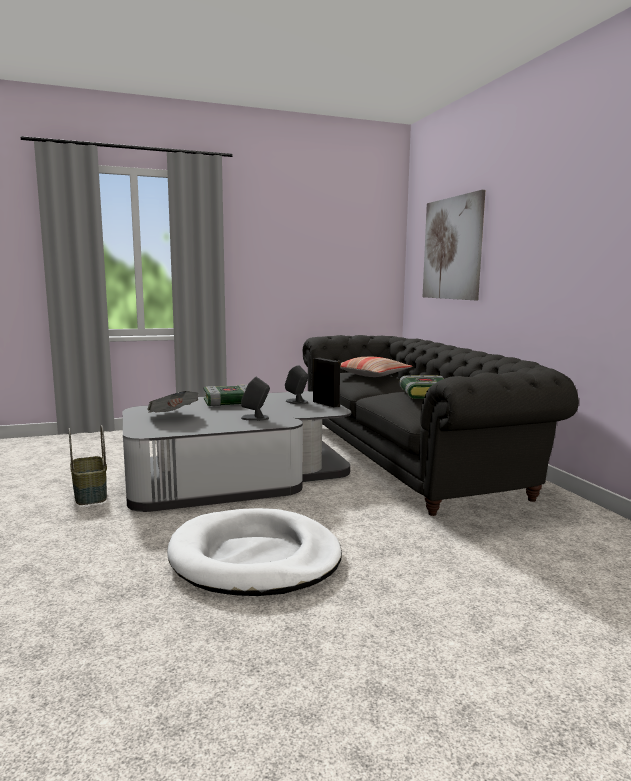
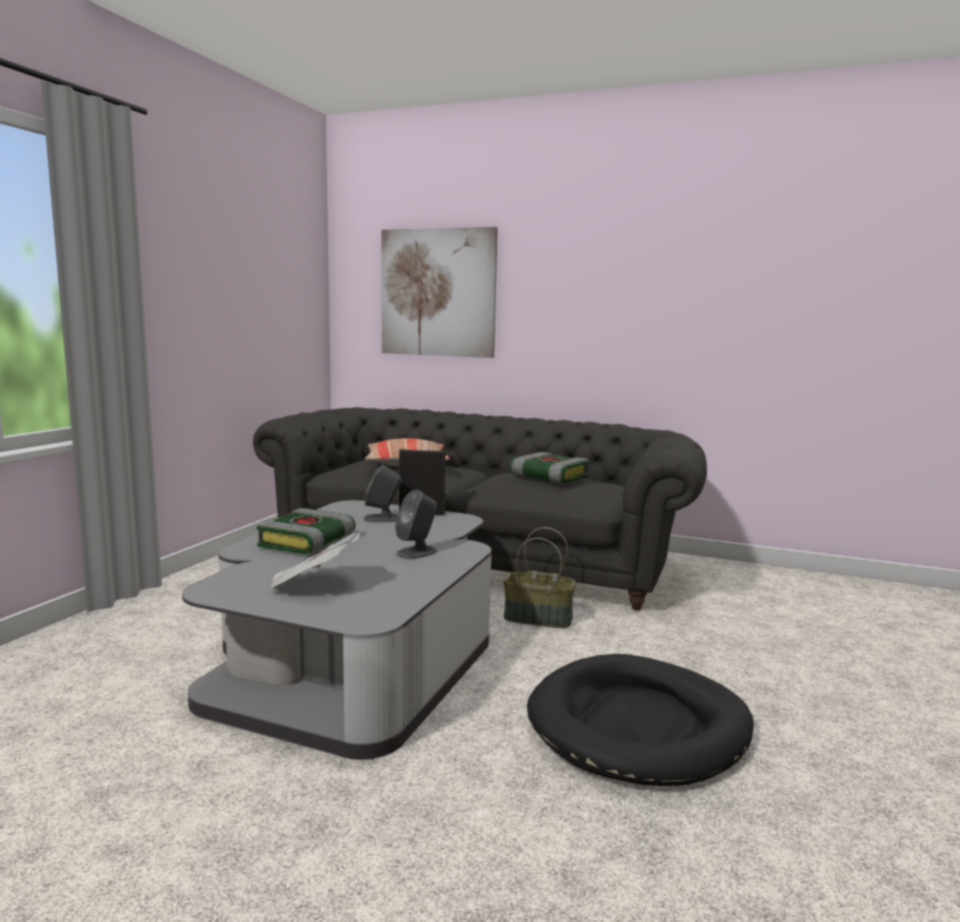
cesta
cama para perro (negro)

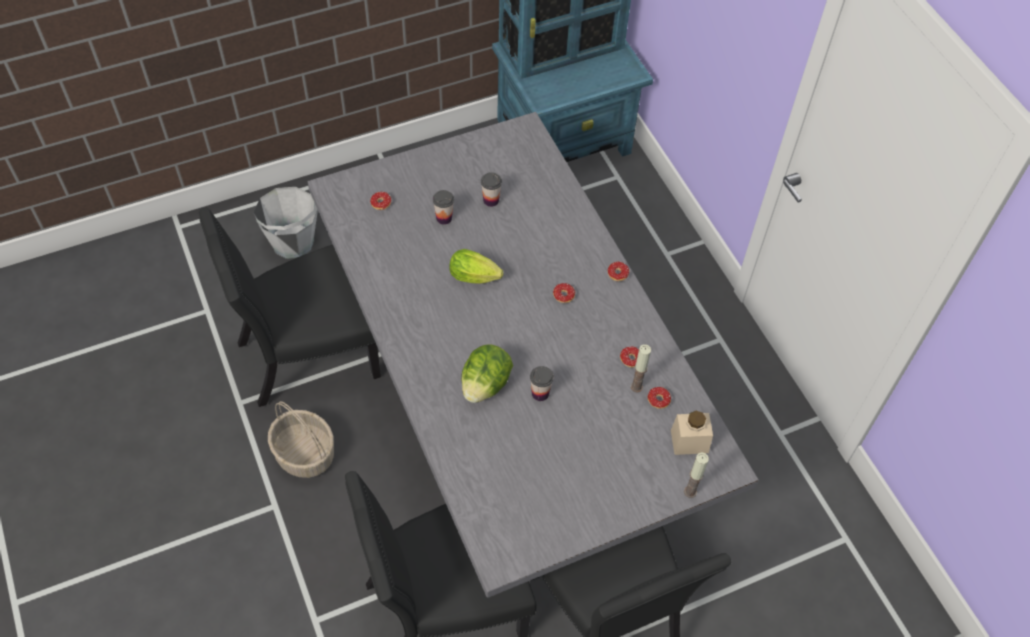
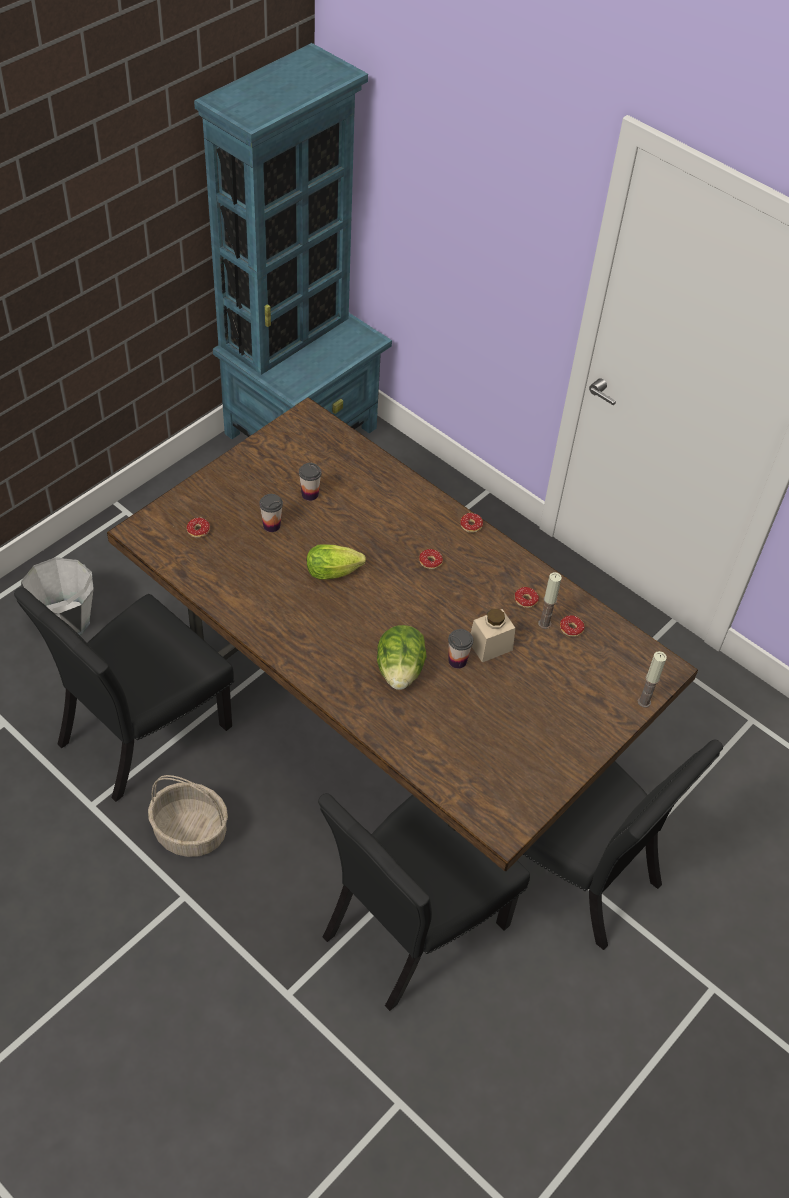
mesa de comedor (marrón)
tarro (beis)

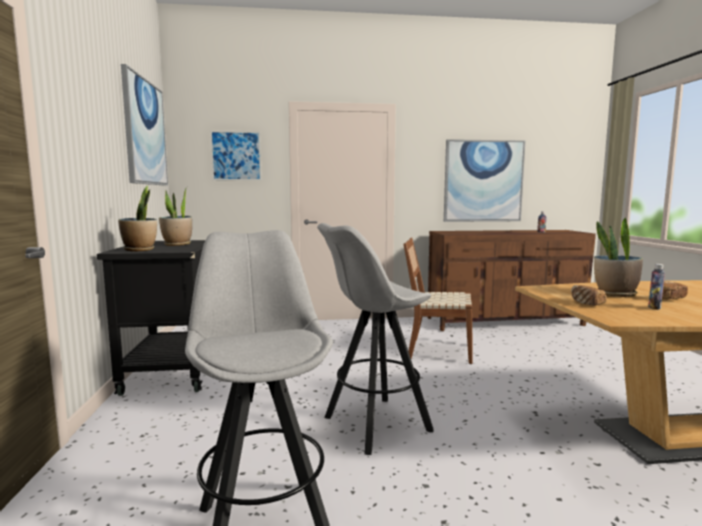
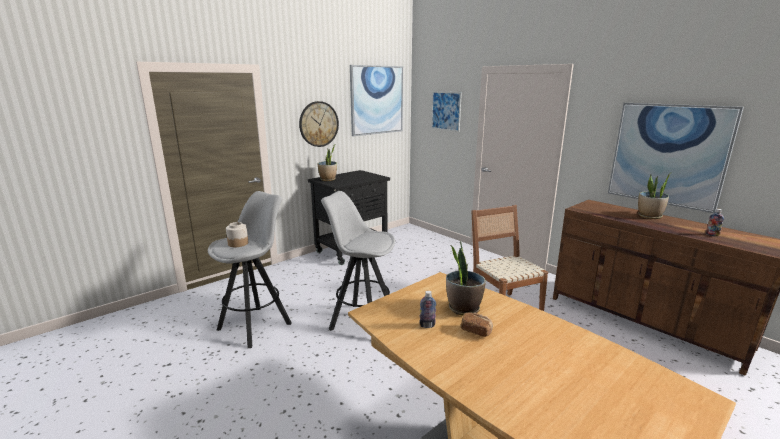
planta en maceta (3rd from left)
pan (1st from left in the first image)
tarro
reloj de pared

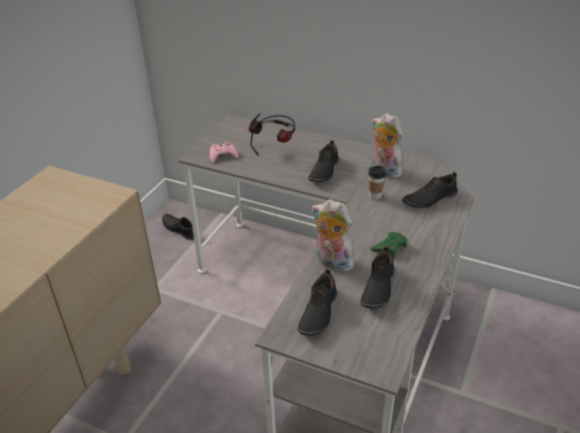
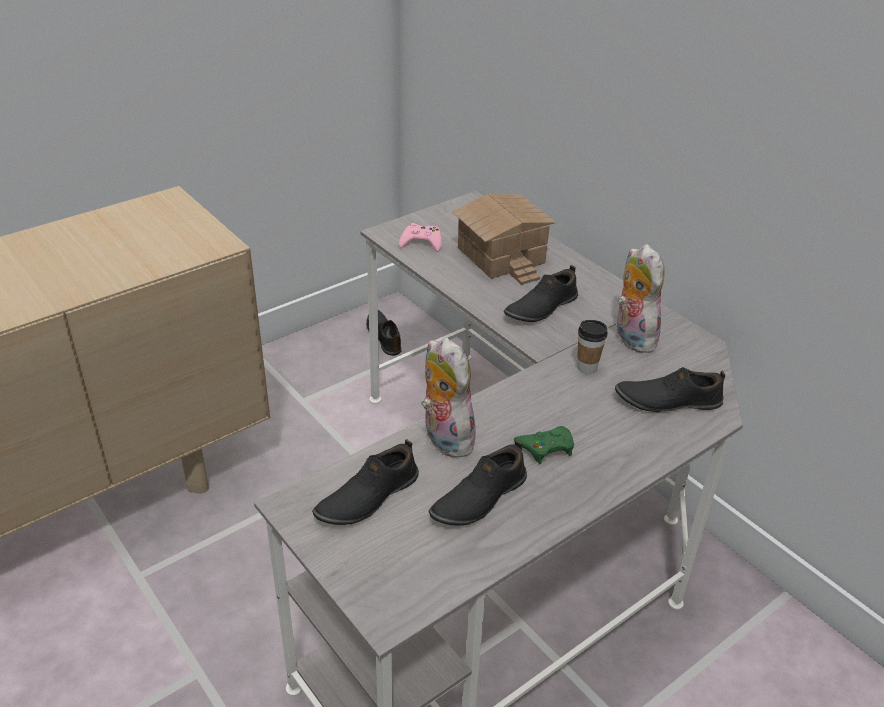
casita

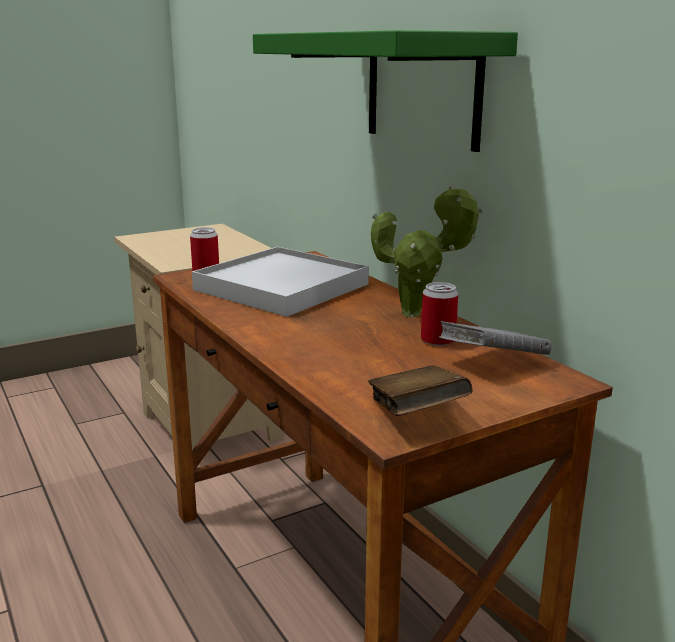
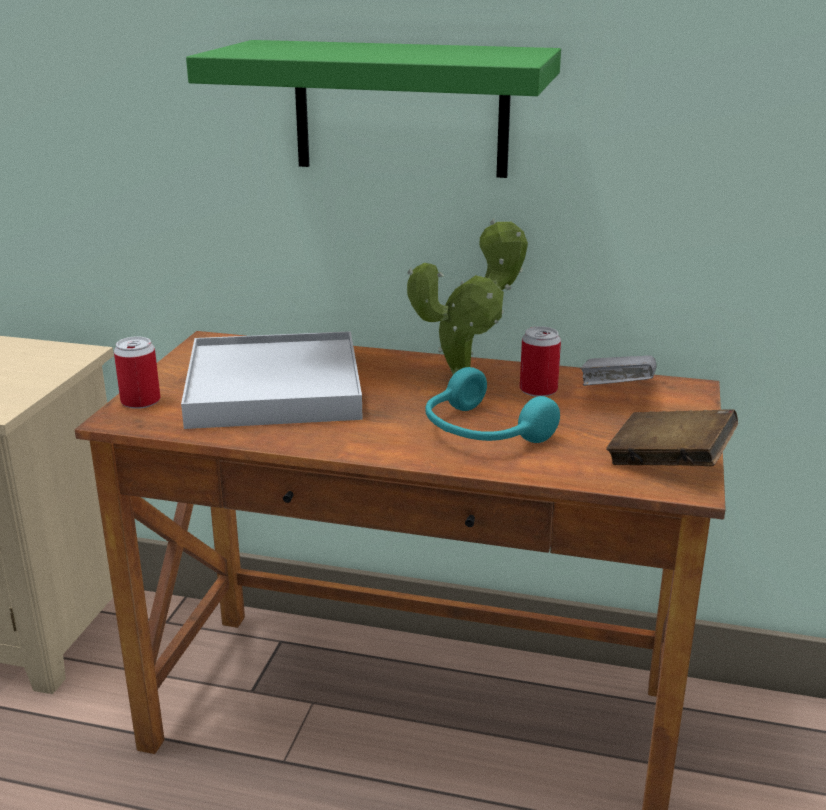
auriculares (turquesa)

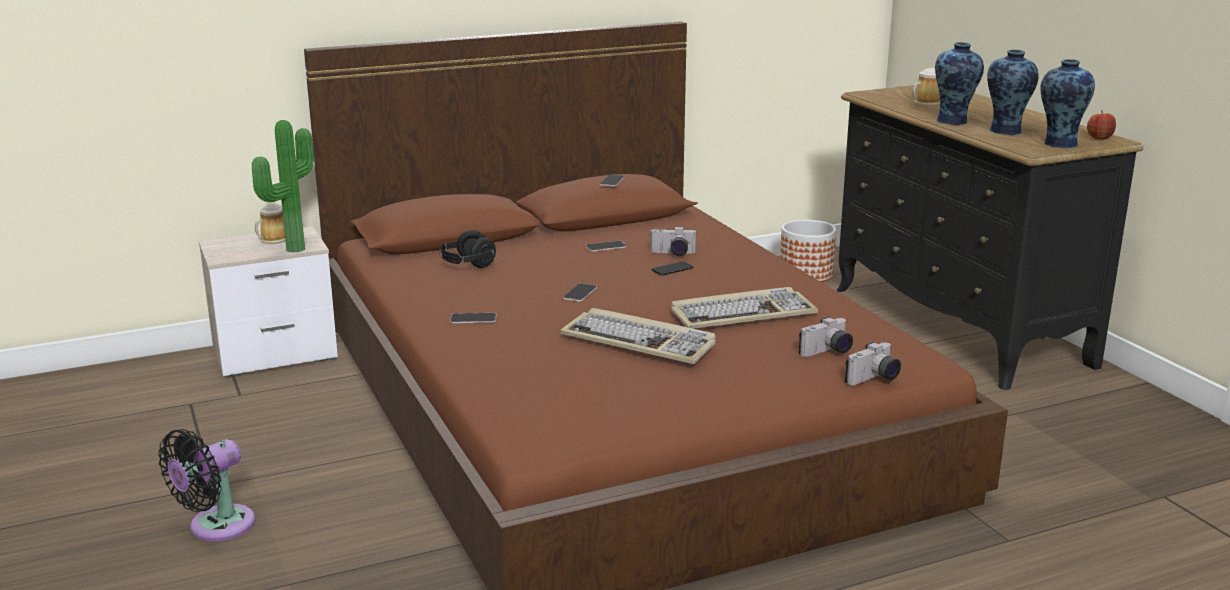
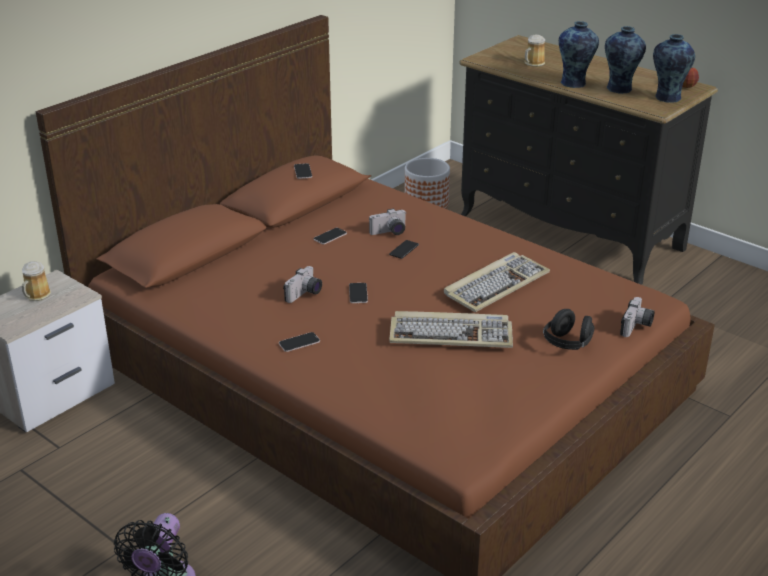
planta en maceta
auriculares (negro)
cámara (1st from left)

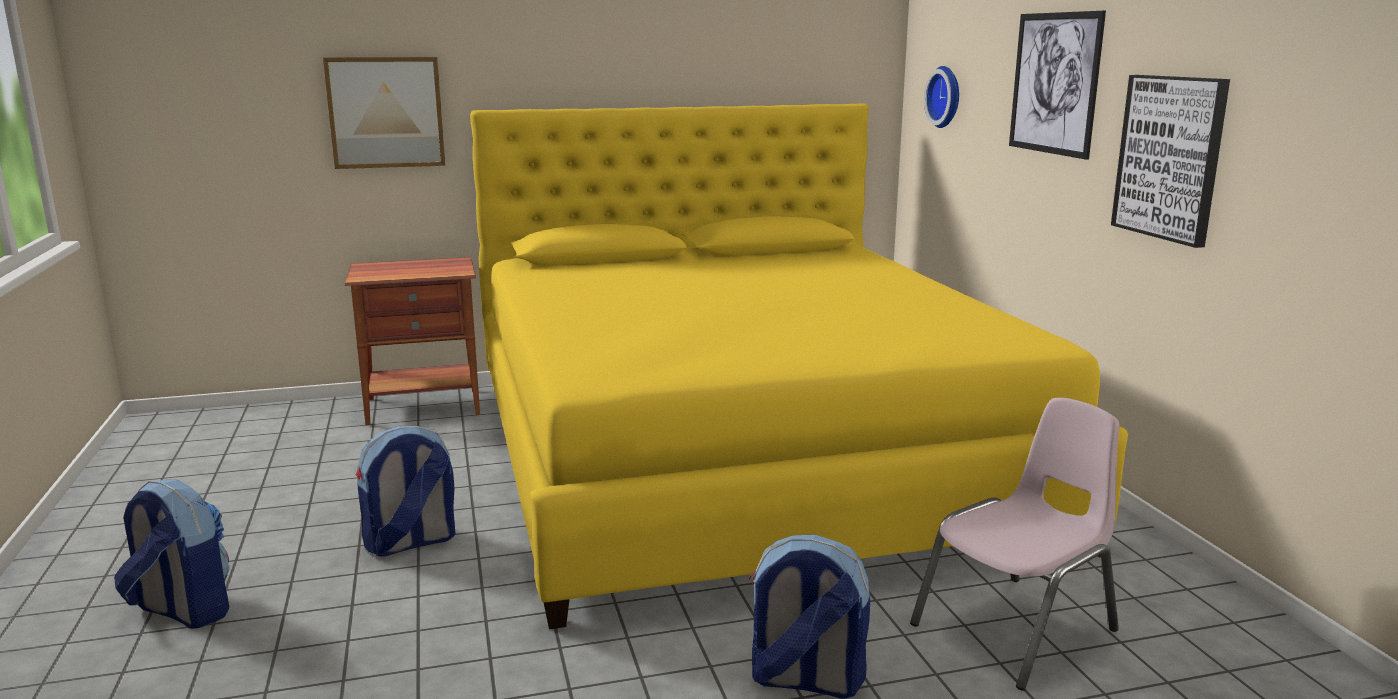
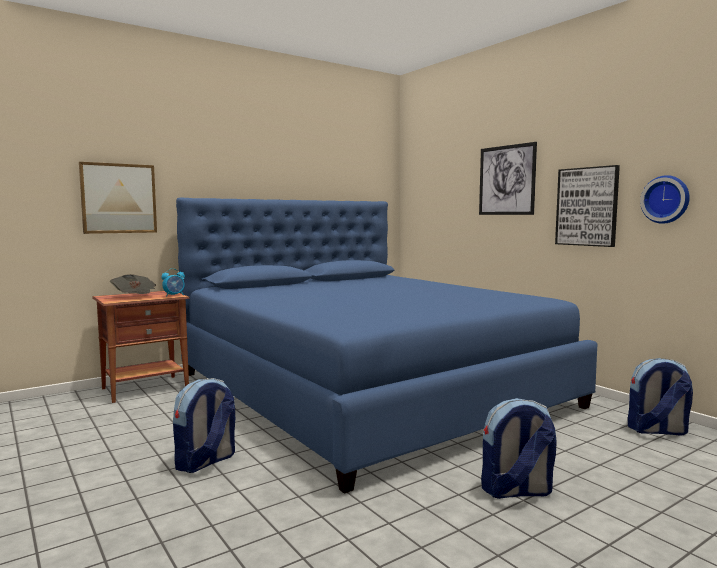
mochila (3rd from left)
cama (azul)
silla (rosa)
reloj de pared
periódico
despertador

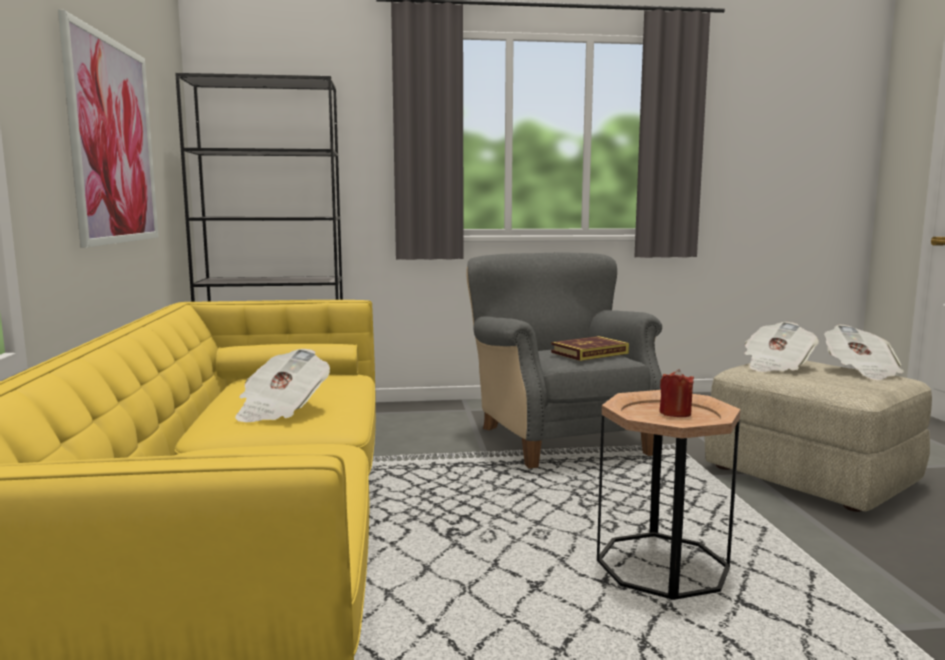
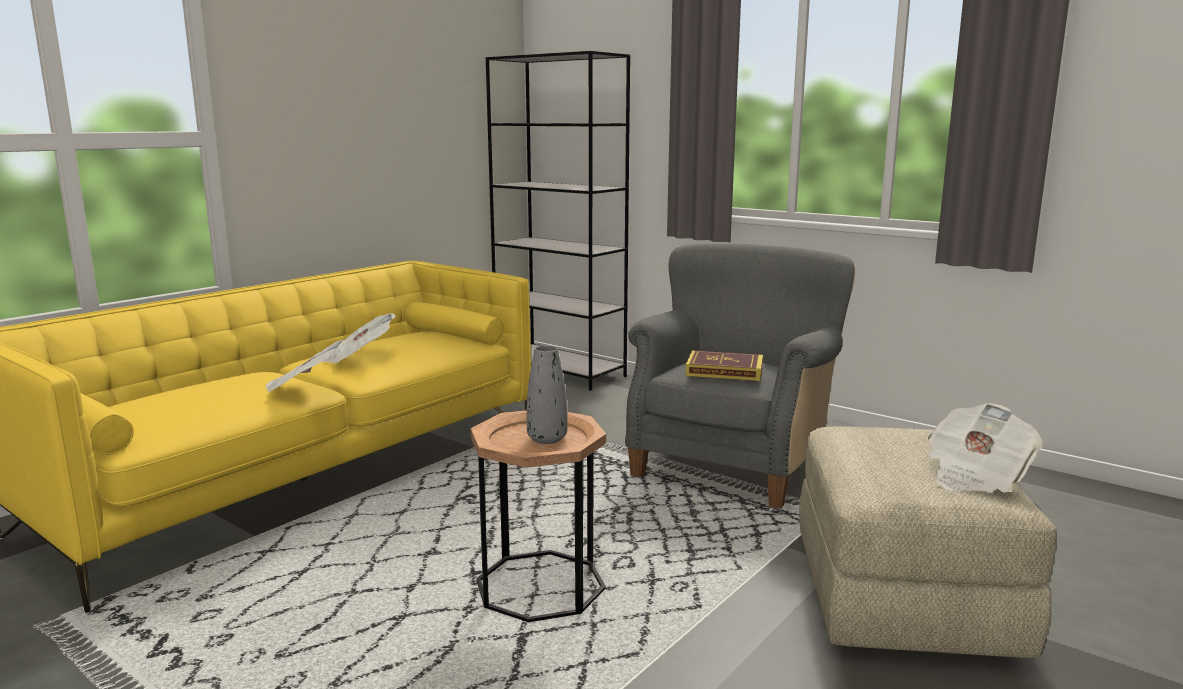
cuadro
florero (gris)
periódico (1st from left)

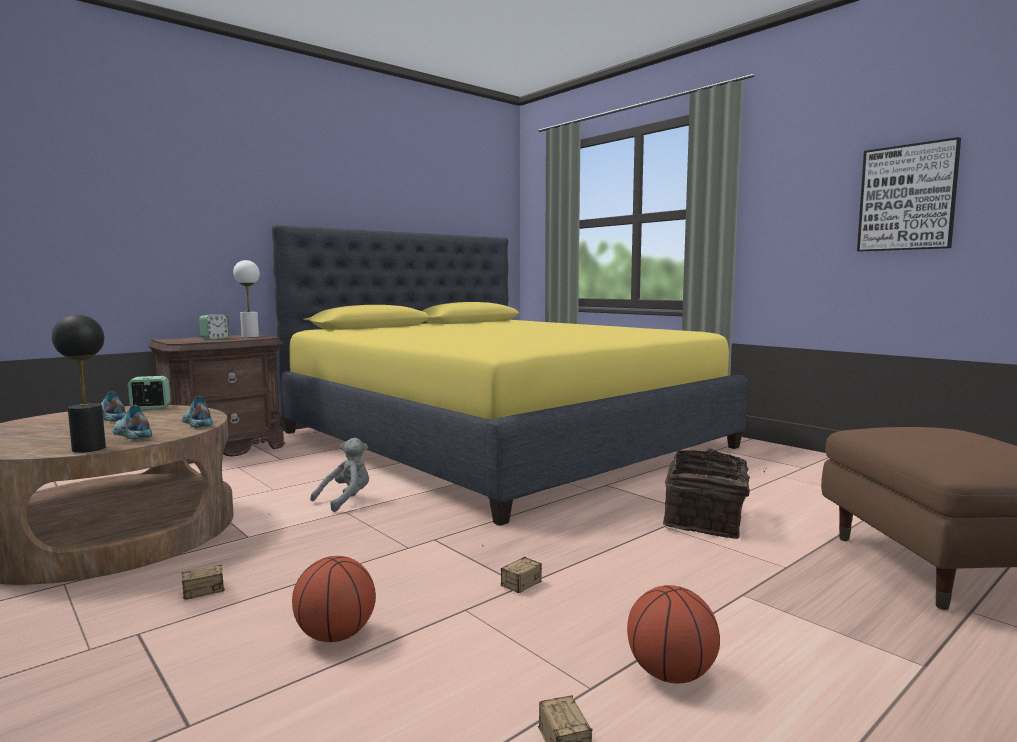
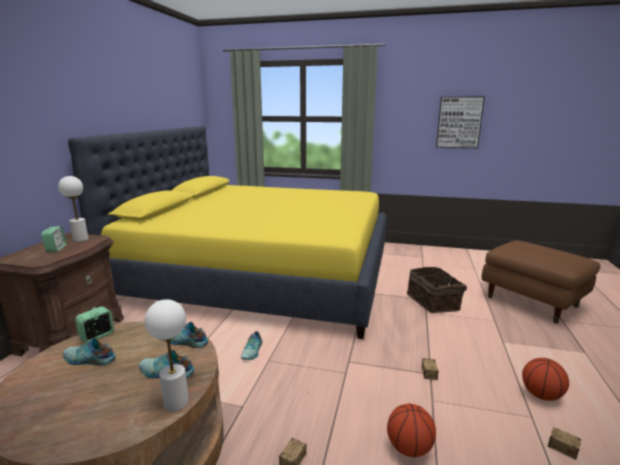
lámpara de mesa (blanco) (2nd from left)
zapato (4th from left)

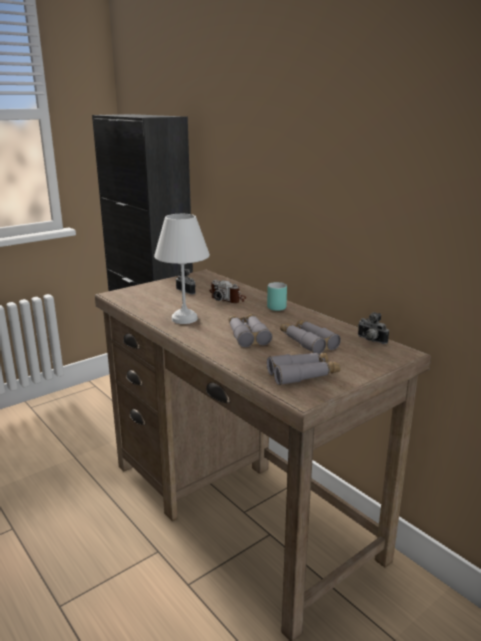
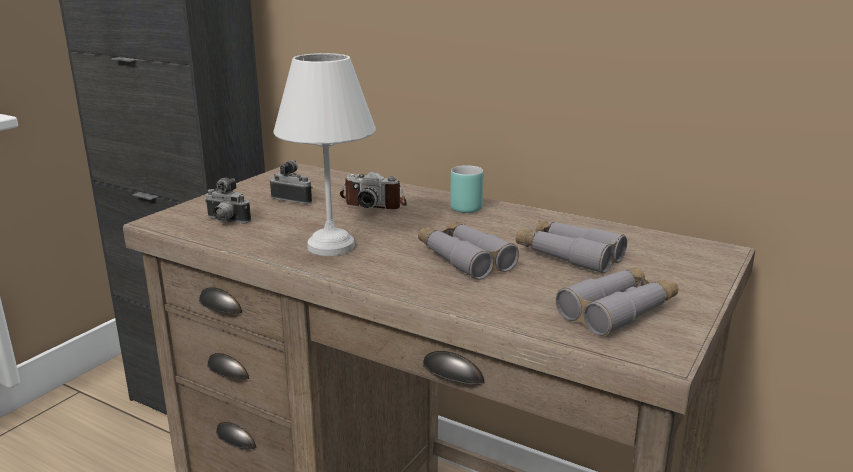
cámara (1st from left)

